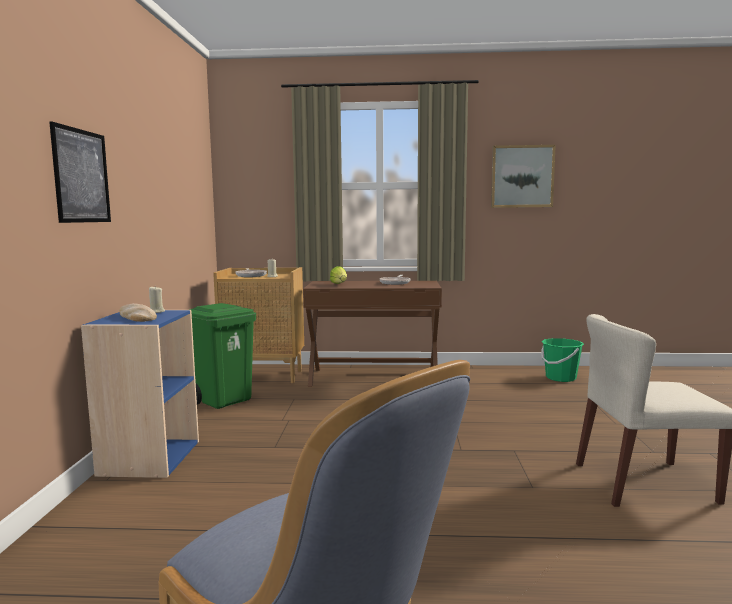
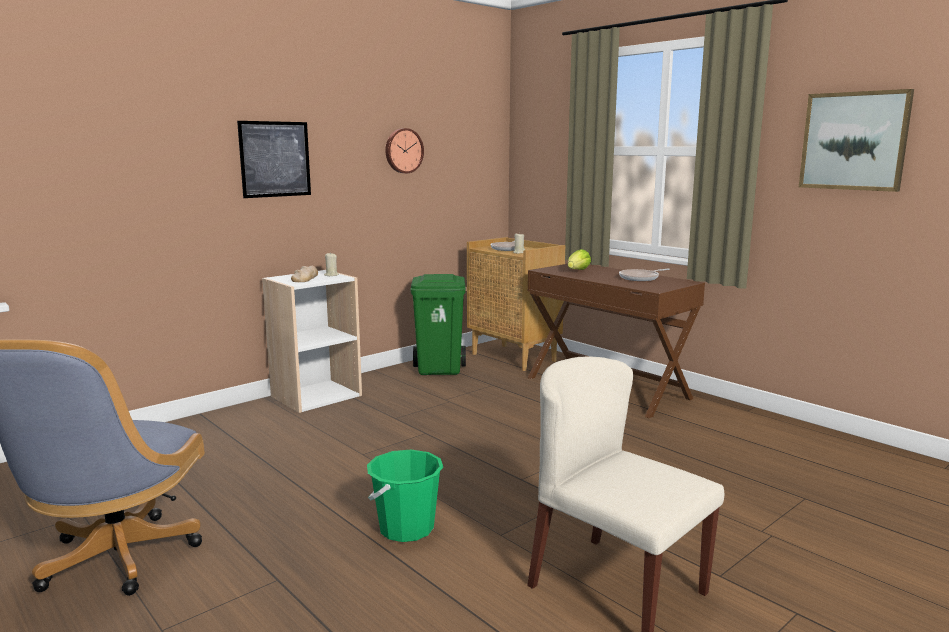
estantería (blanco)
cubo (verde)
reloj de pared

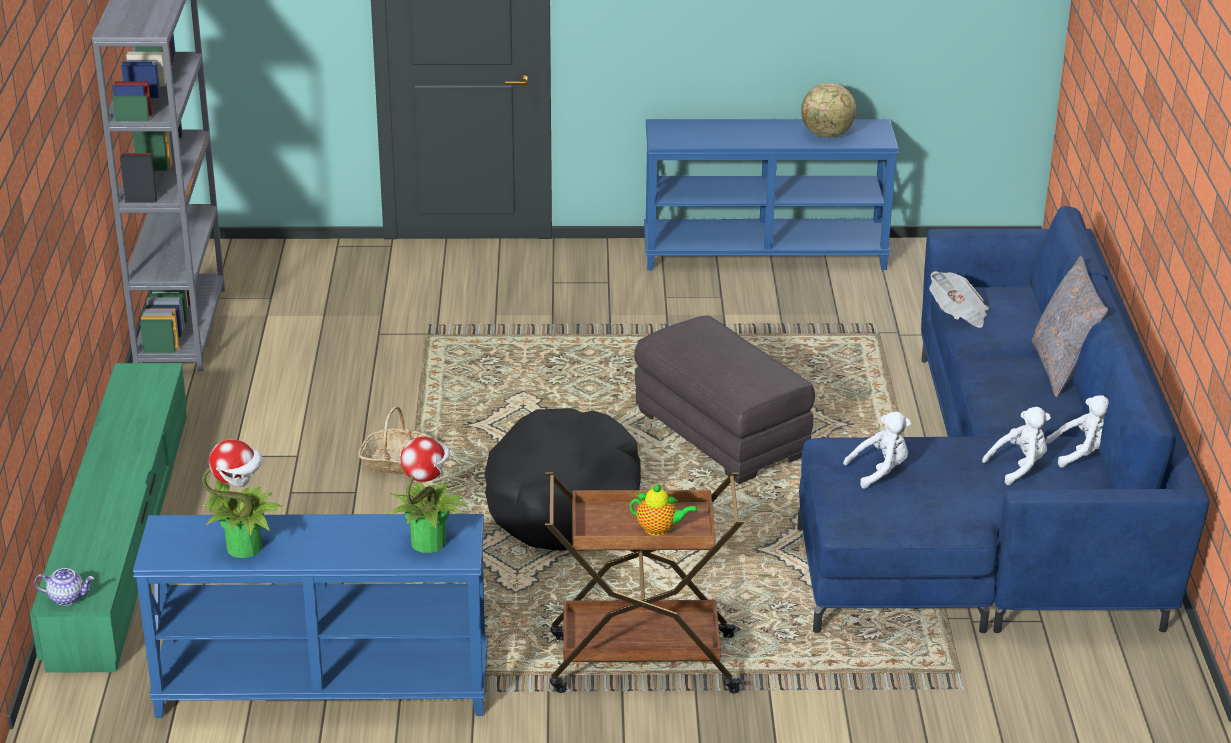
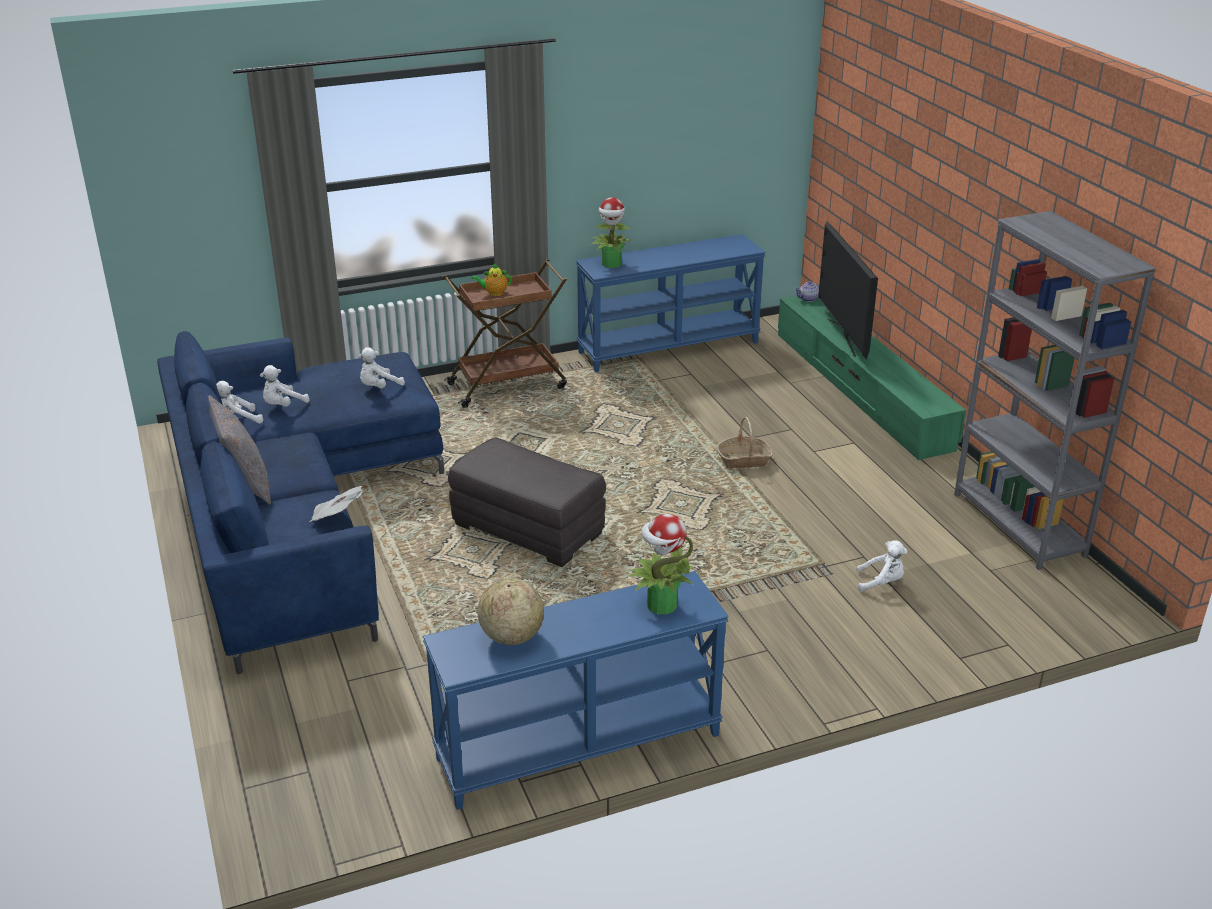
planta en maceta (2nd from left)
cama para perro (negro)
televisor
peluche (blanco) (4th from left)

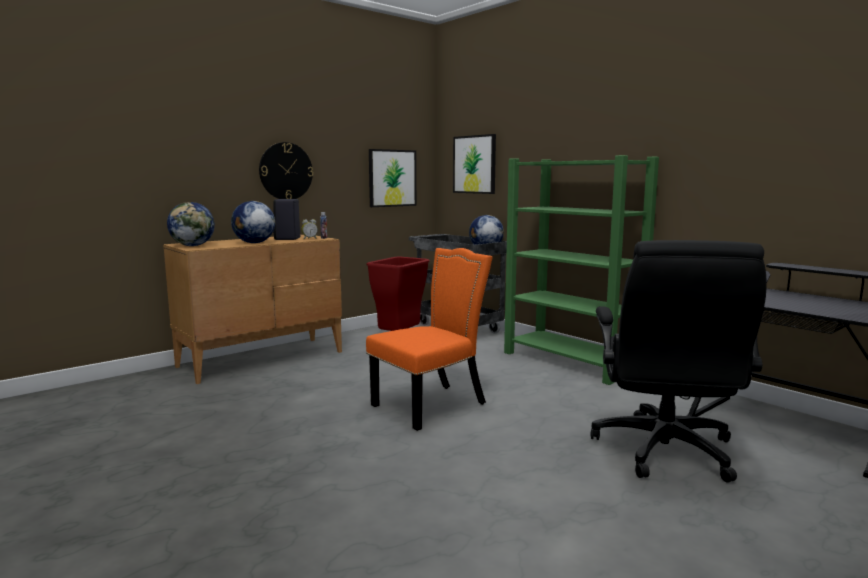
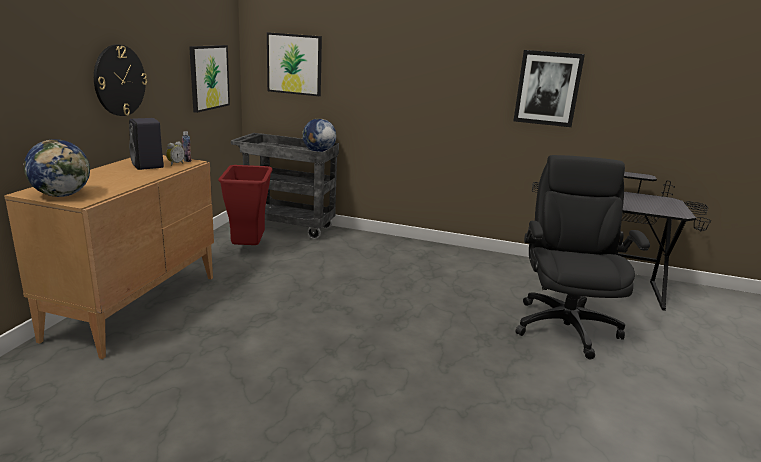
globo terráqueo (2nd from left in the first image)
silla (naranja)
estantería (verde)
silla de oficina (negro)
cuadro (3rd from left)

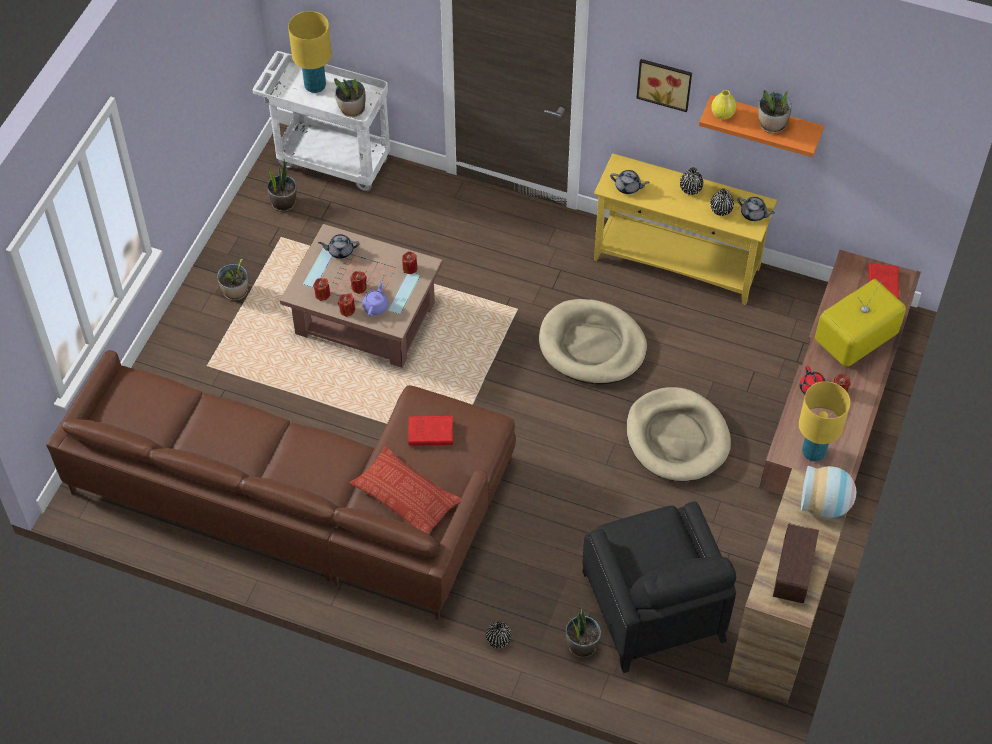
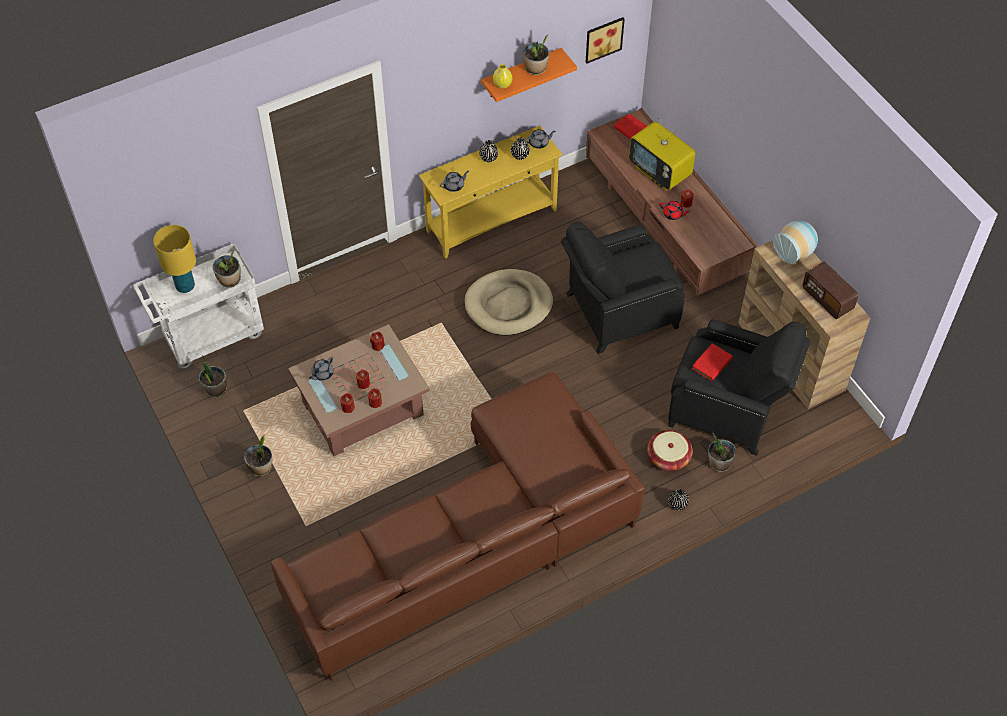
cojín
tetera (morado)
libro (rojo) (2nd from left)
sillón (negro) (1st from left)
cuadro
lámpara de mesa (amarillo) (2nd from left in the first image)
televisor
cesta

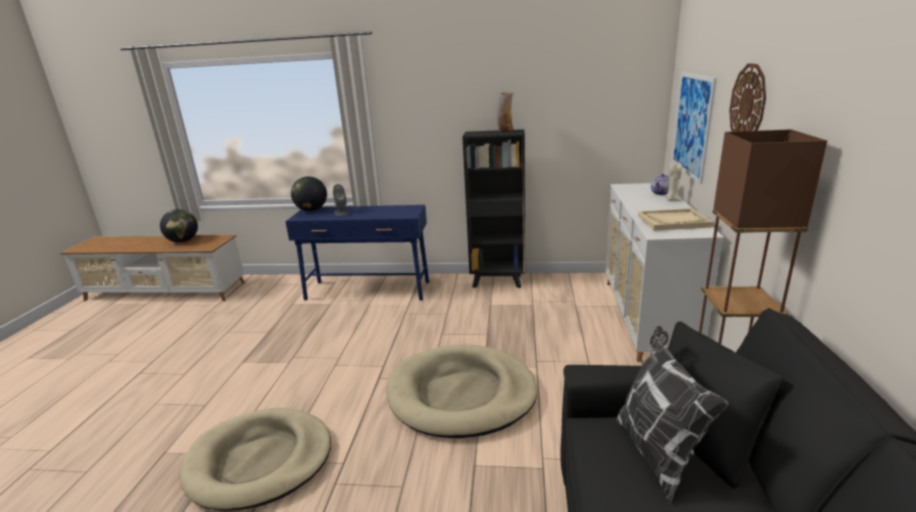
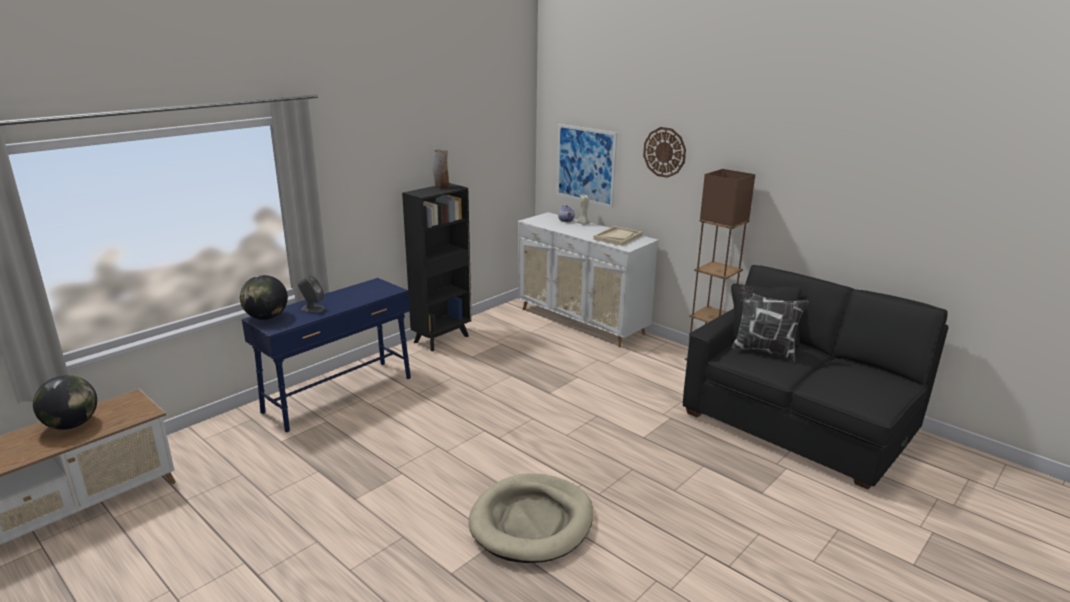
cama para perro (beis) (2nd from left in the first image)

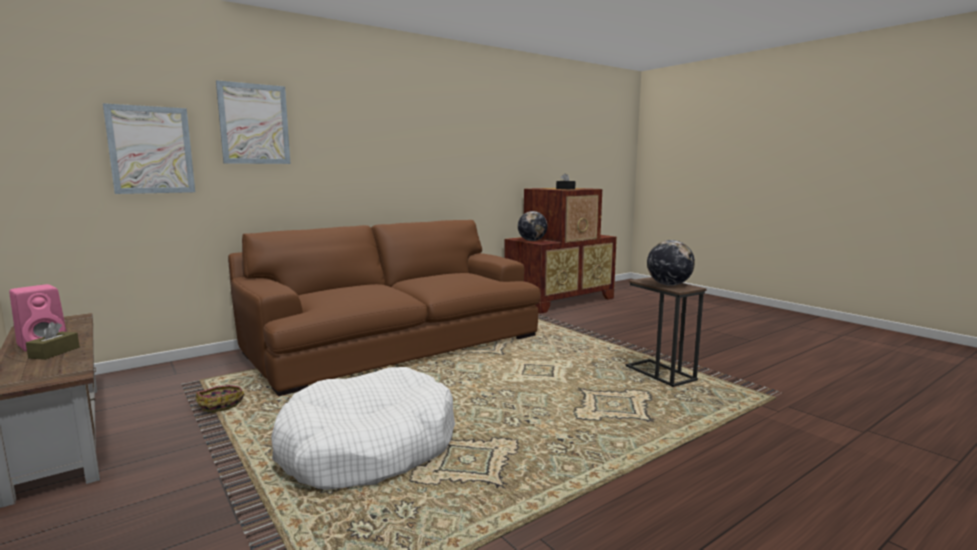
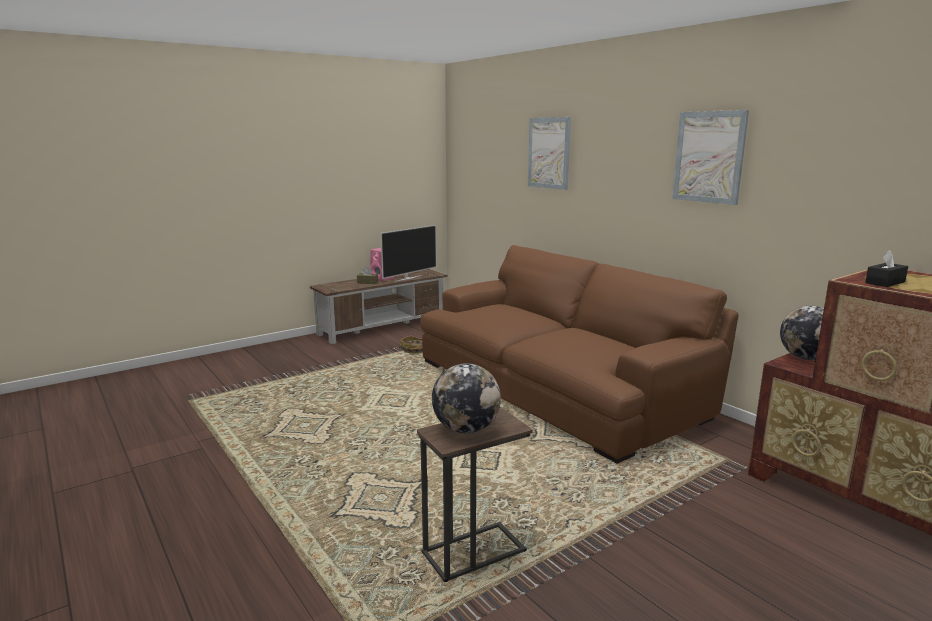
cuadro (2nd from left)
cama para perro (blanco)
televisor

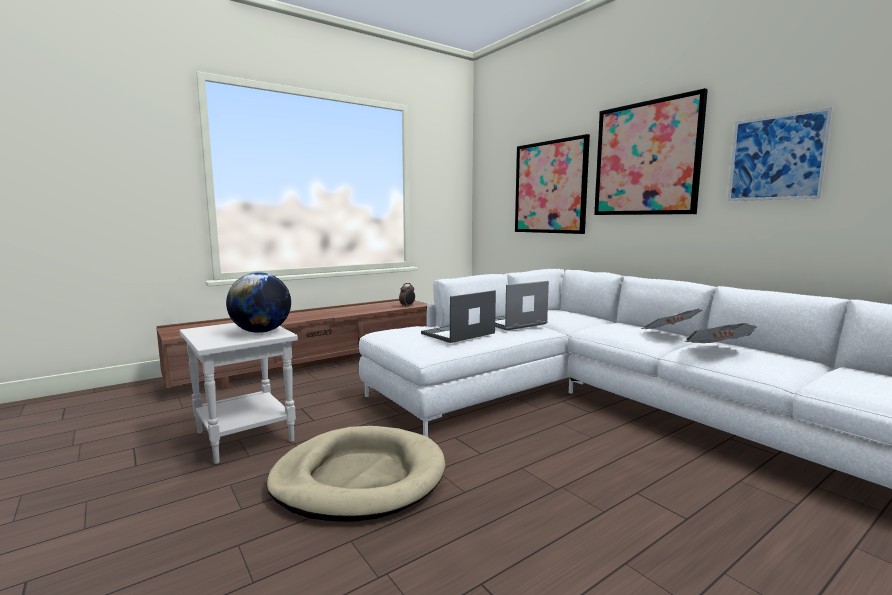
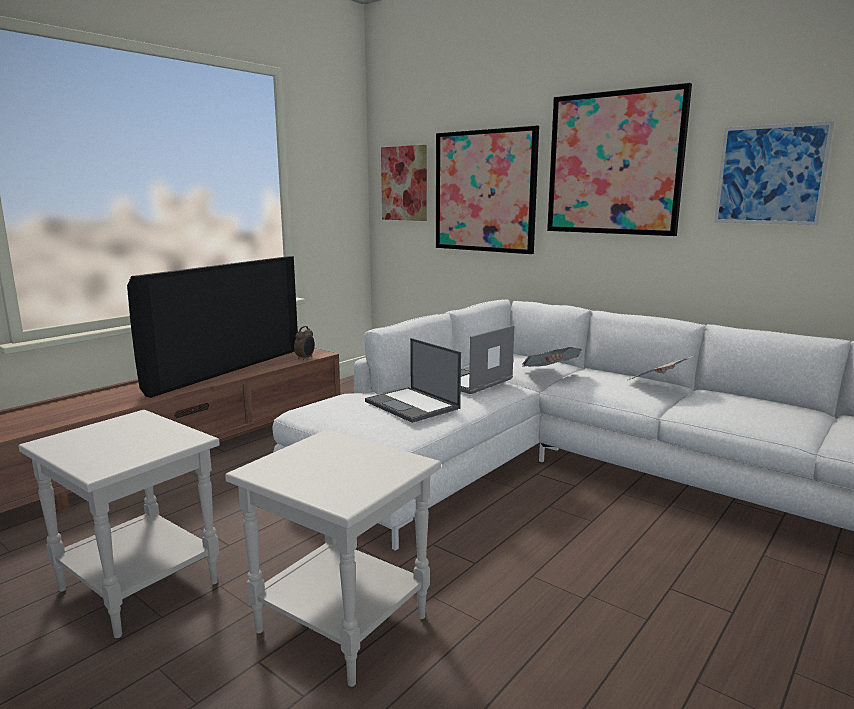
globo terráqueo
mesa auxiliar (blanco) (2nd from left)
portátil (1st from left)
periódico (1st from left)
televisor
cuadro (1st from left)

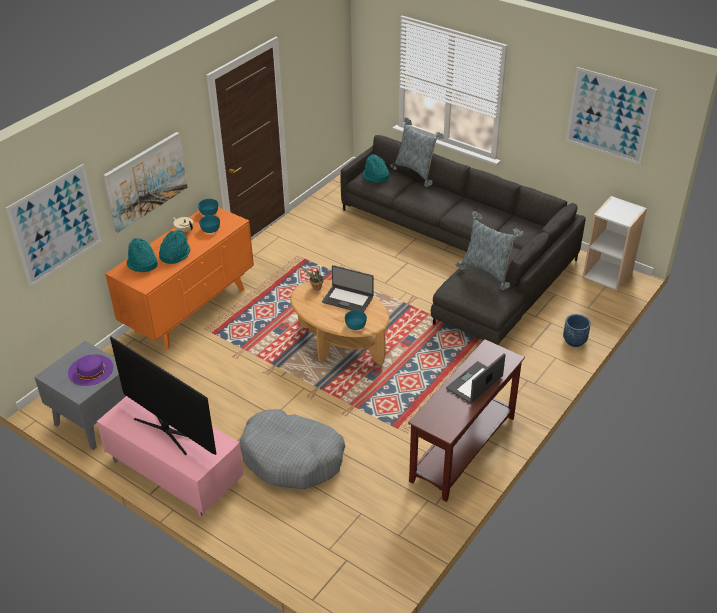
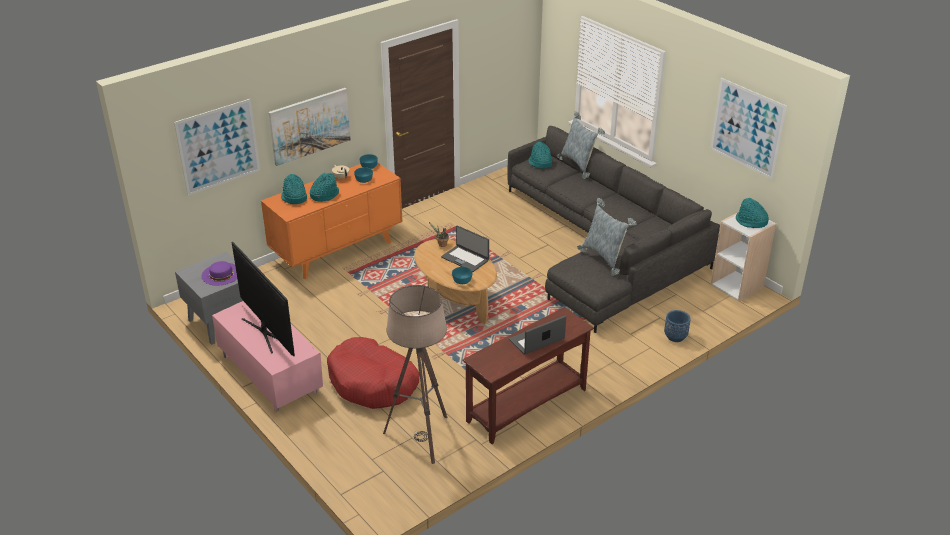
cama para perro (rojo)
lámpara de pie
sombrero (turquesa) (4th from left)

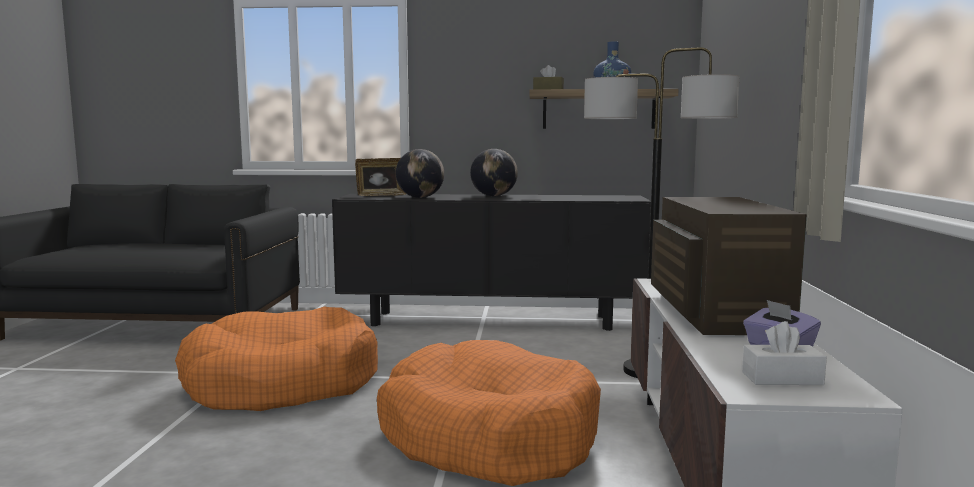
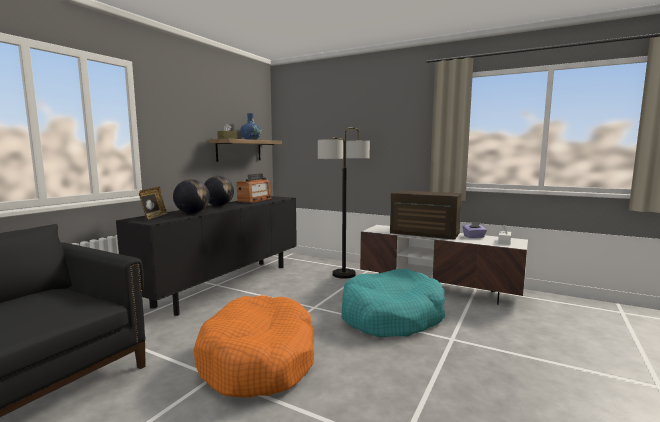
cama para perro (turquesa)
radio

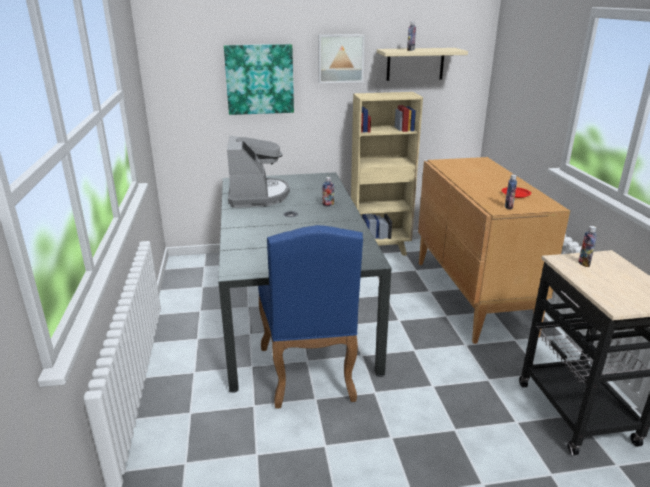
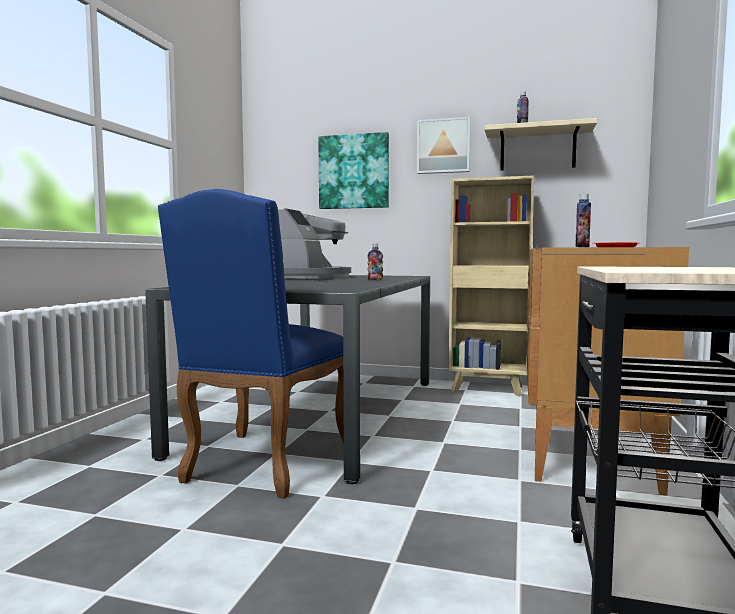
botella (4th from left in the first image)

